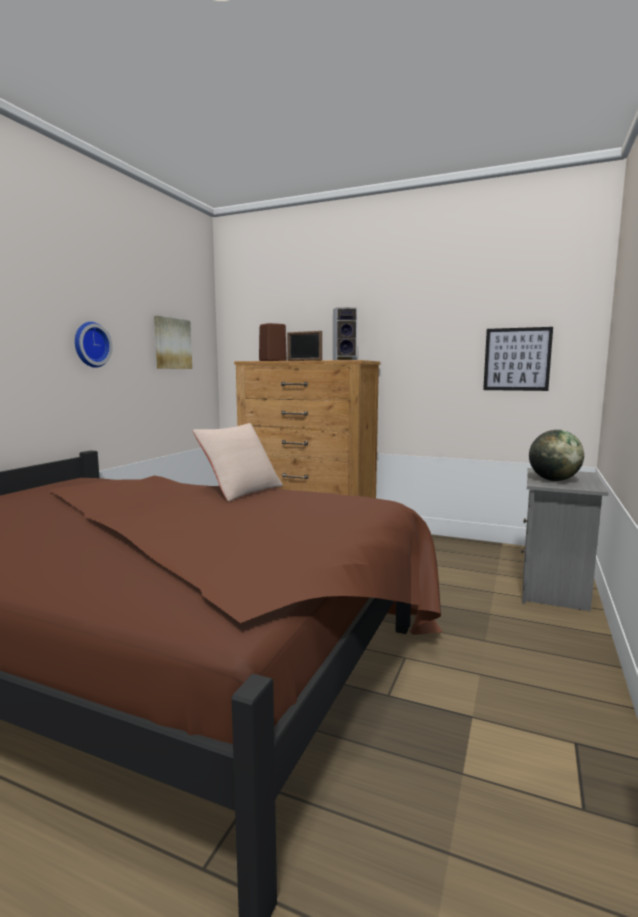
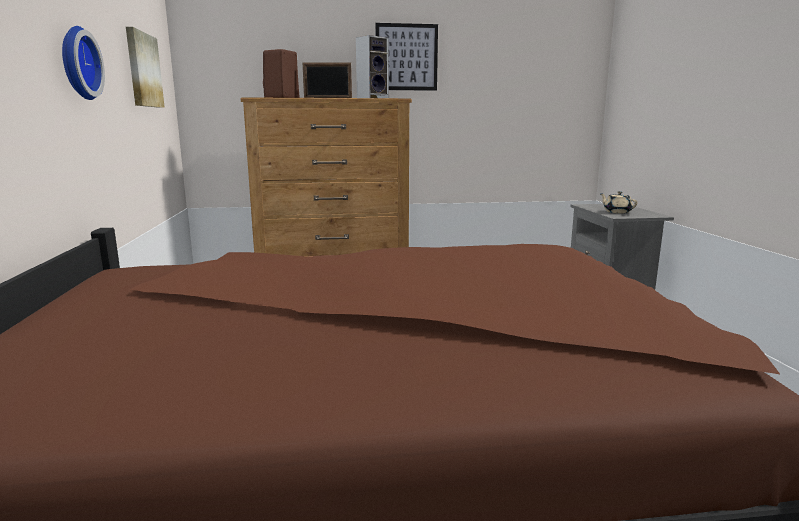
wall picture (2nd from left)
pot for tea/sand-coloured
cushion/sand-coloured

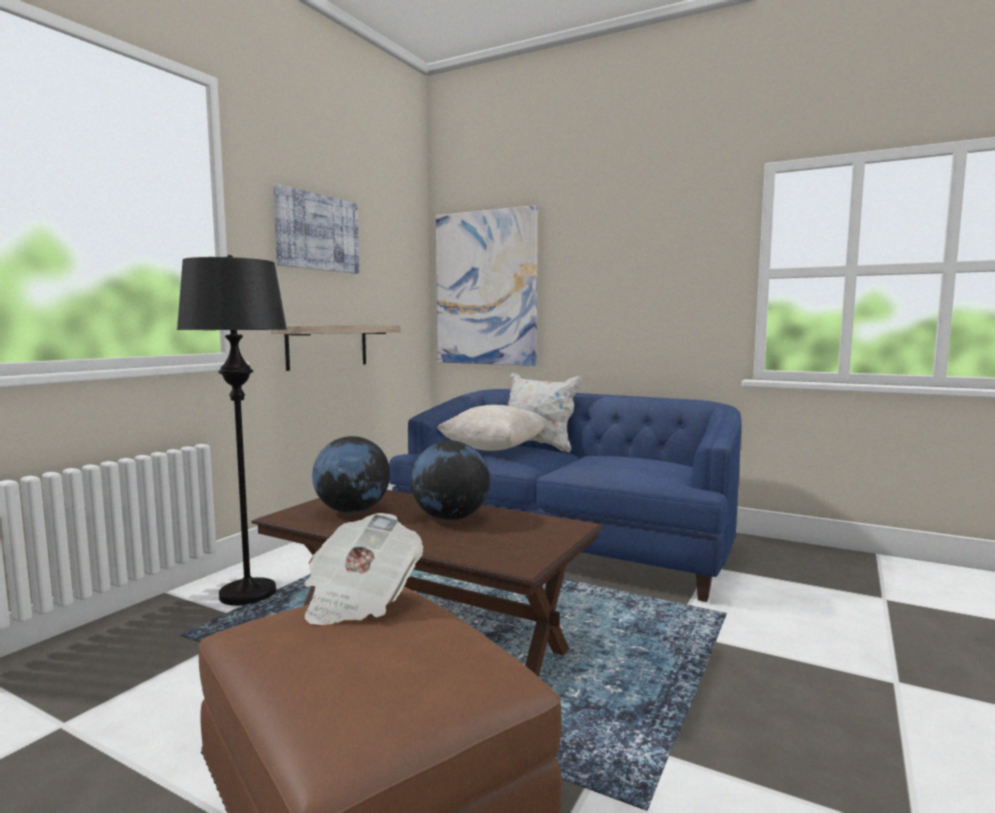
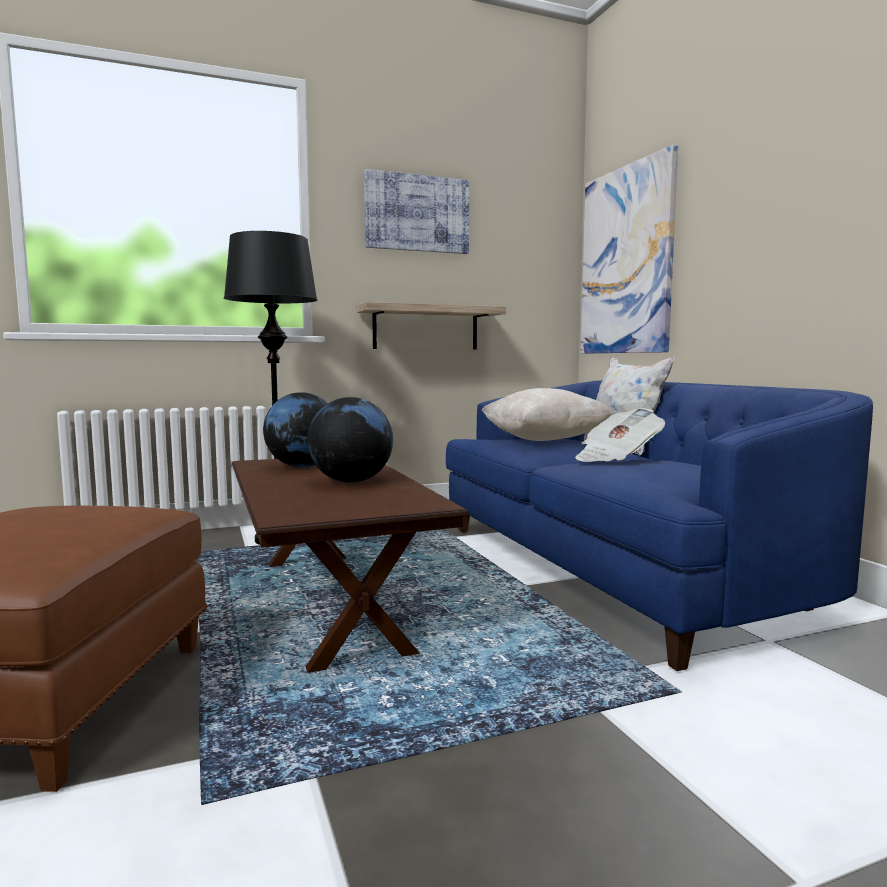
printed paper

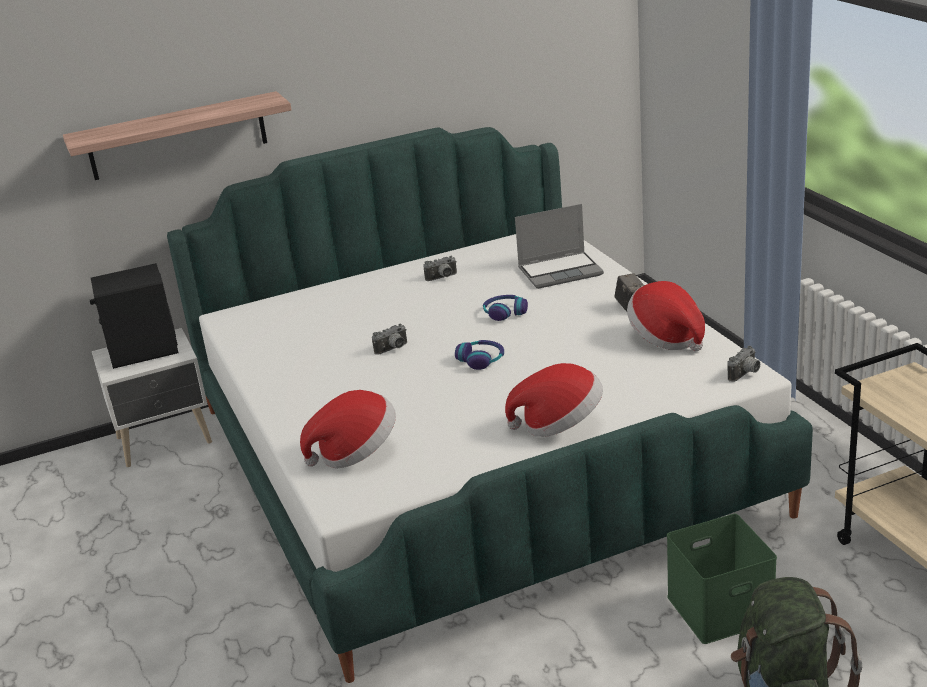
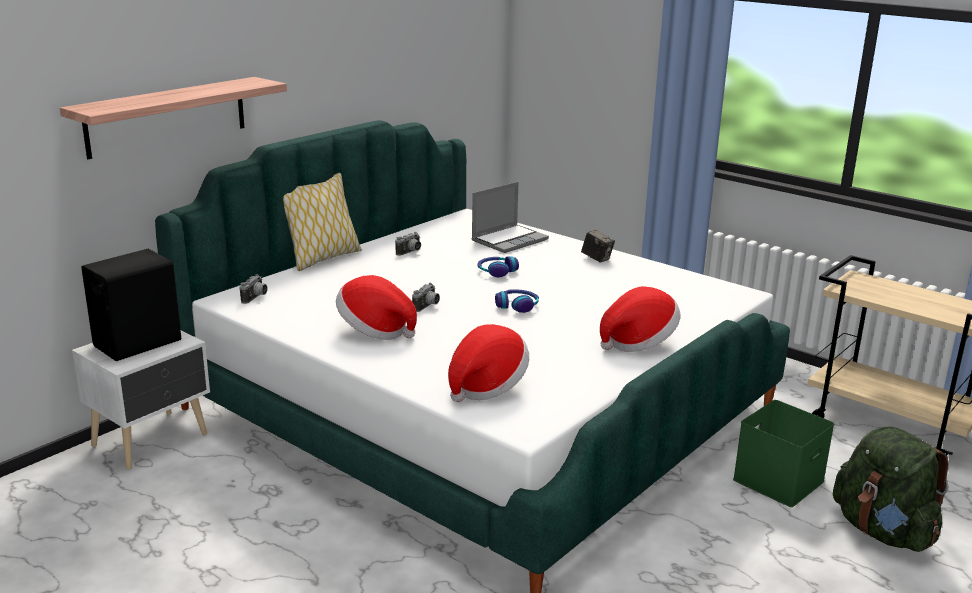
photo camera (1st from left)
cushion
hat (1st from left)

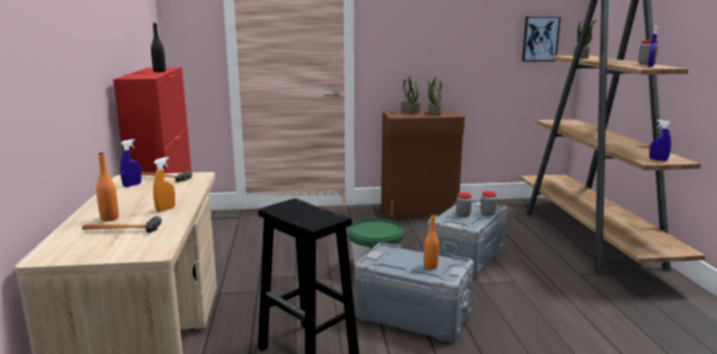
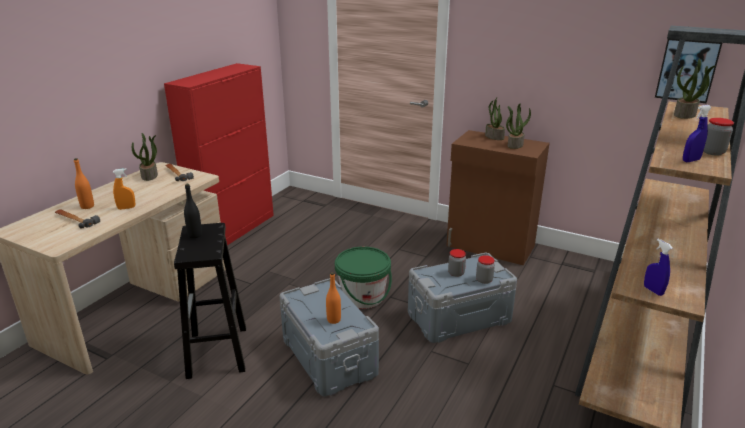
potted plant (1st from left)
bottle/black-coloured

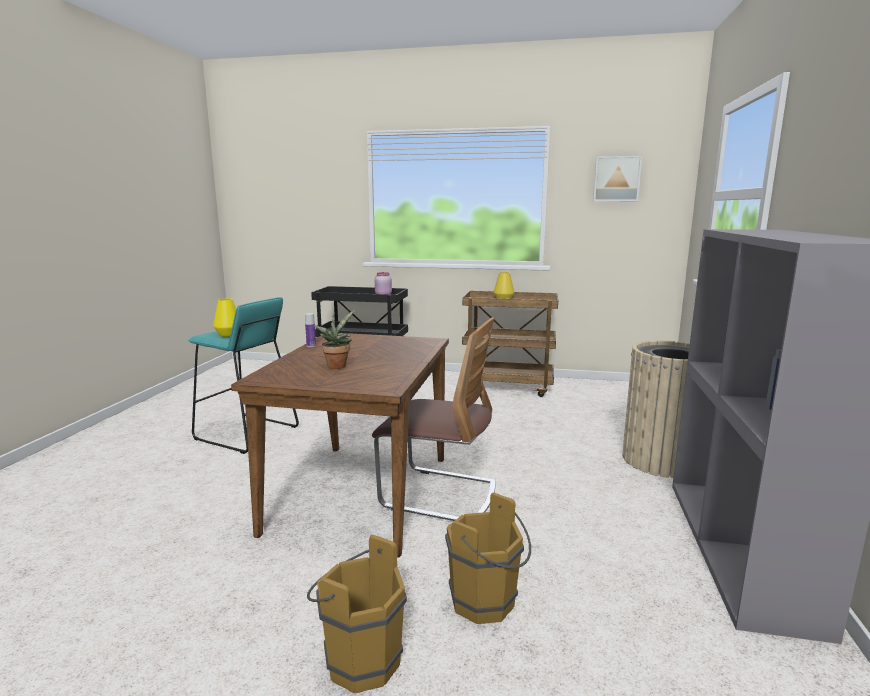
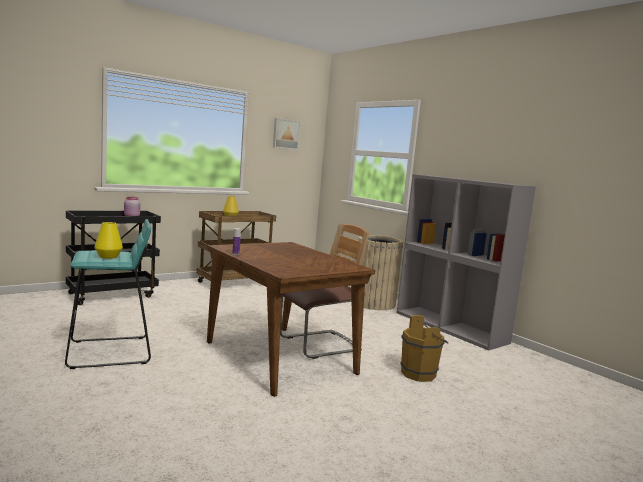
pail/brown-coloured (1st from left in the first image)
potted plant

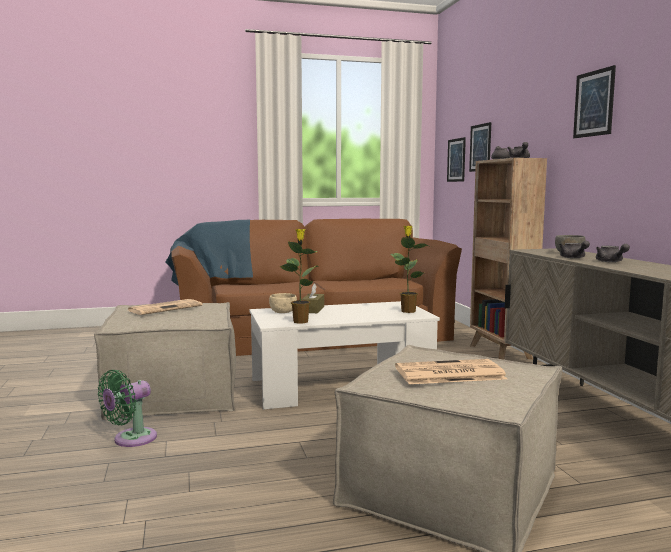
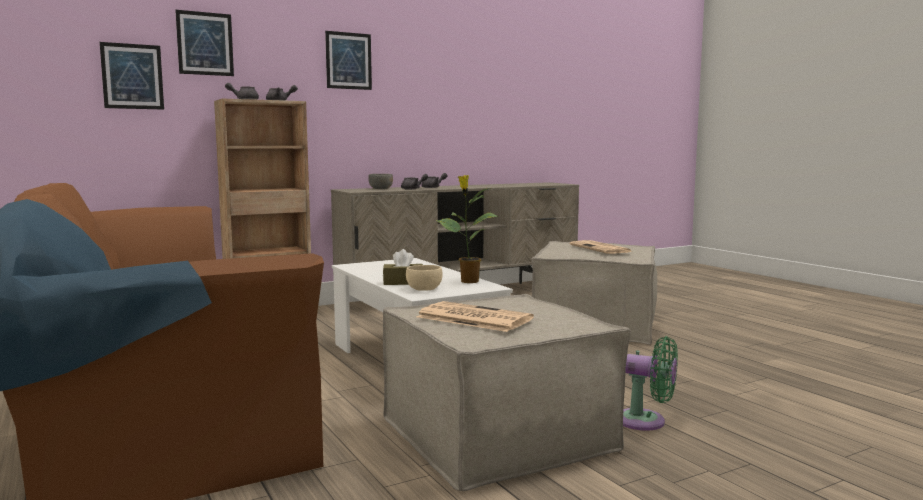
wall picture (2nd from left)
potted plant (2nd from left in the first image)

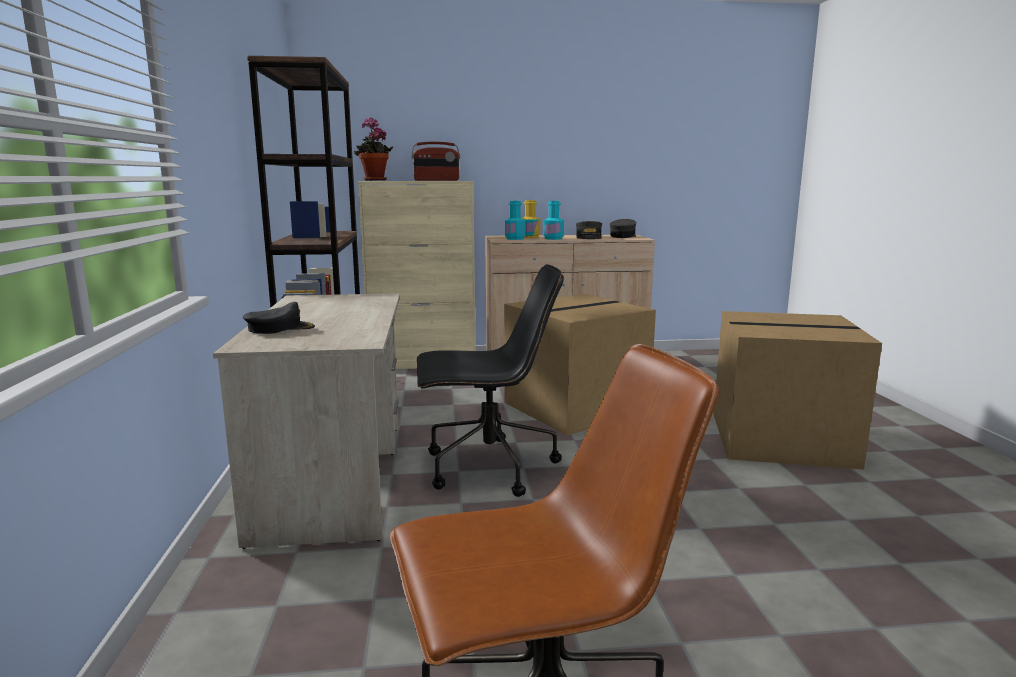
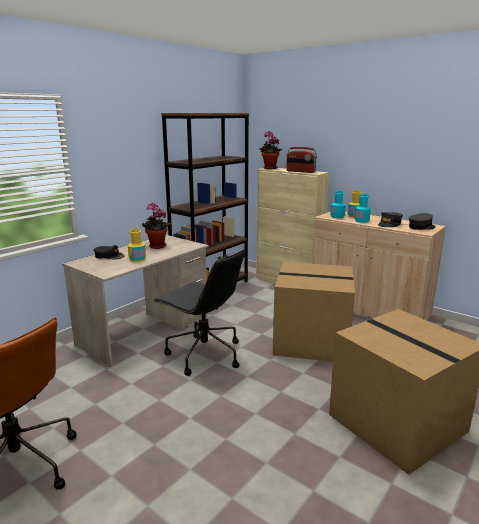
bottle/yellow-coloured (1st from left)
potted plant (1st from left)

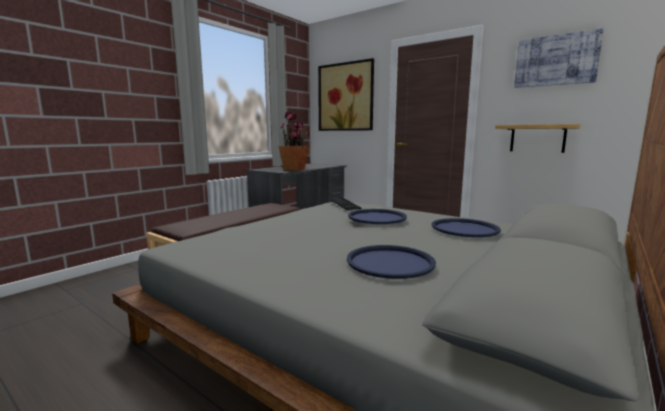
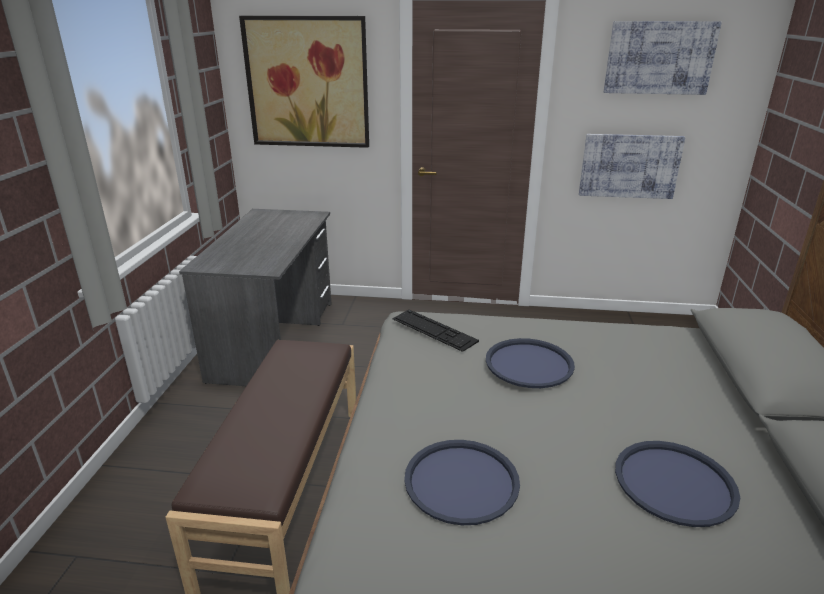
tray/blue (1st from left)
wall picture (2nd from left)
potted plant

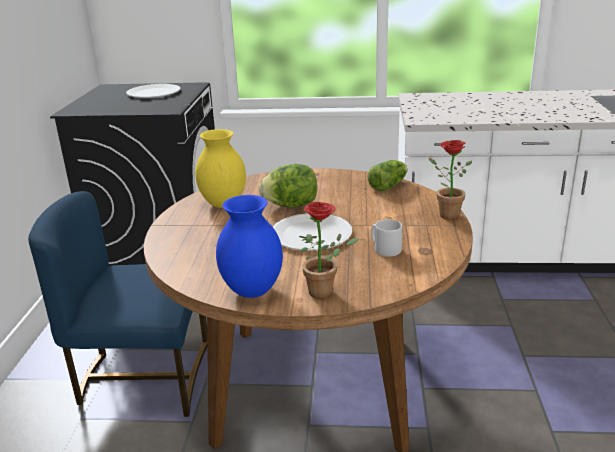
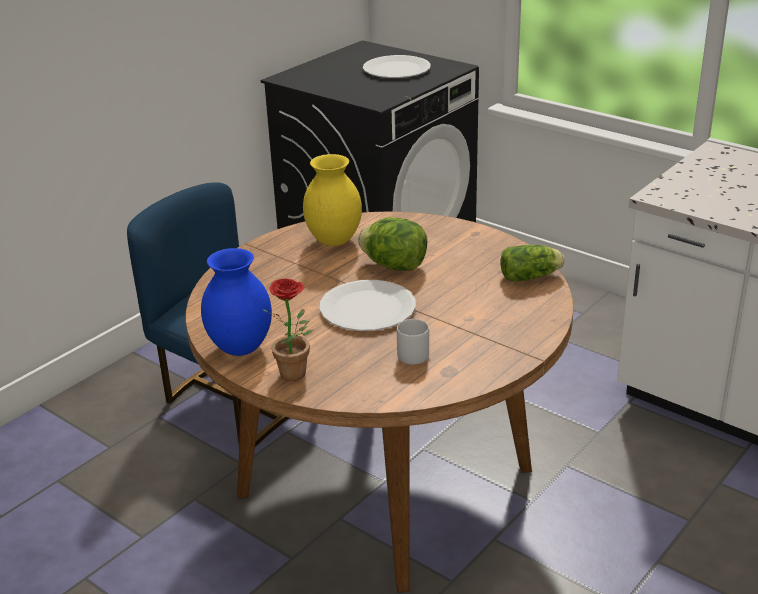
potted plant (2nd from left in the first image)

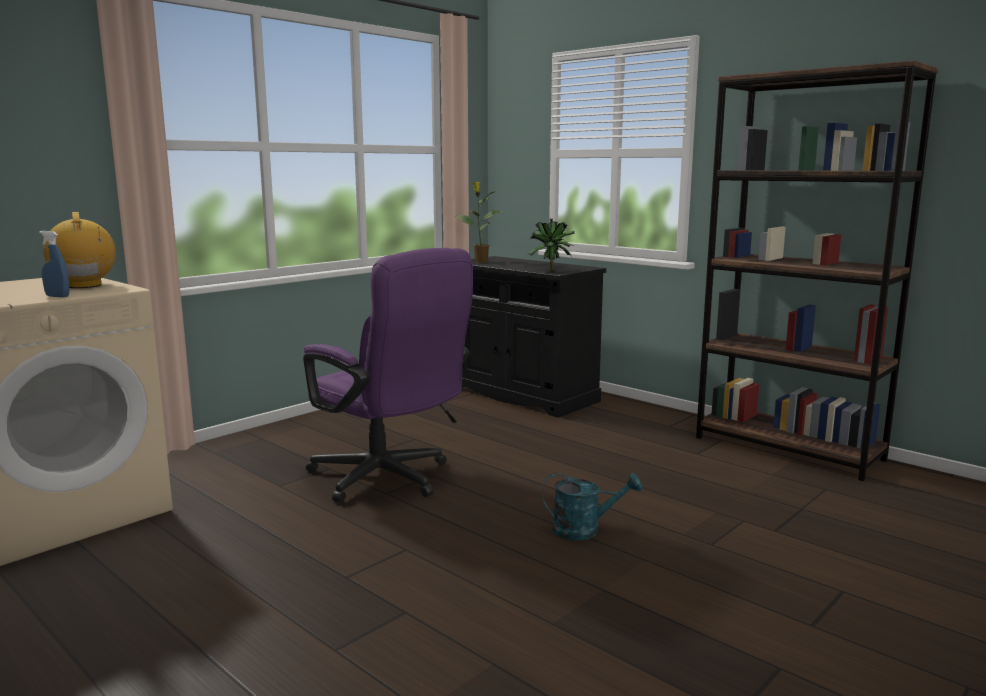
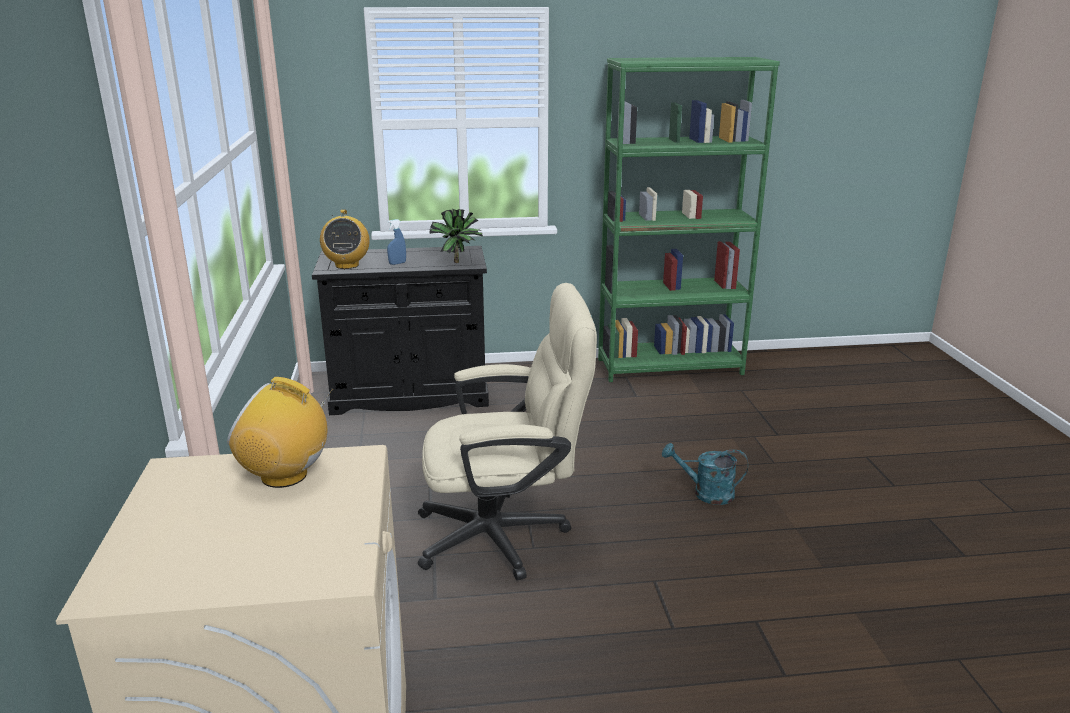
radio receiver (2nd from left)
sprayer/blue
desk chair/sand-coloured
shelving unit/green-coloured
sprinkling can/turquoise

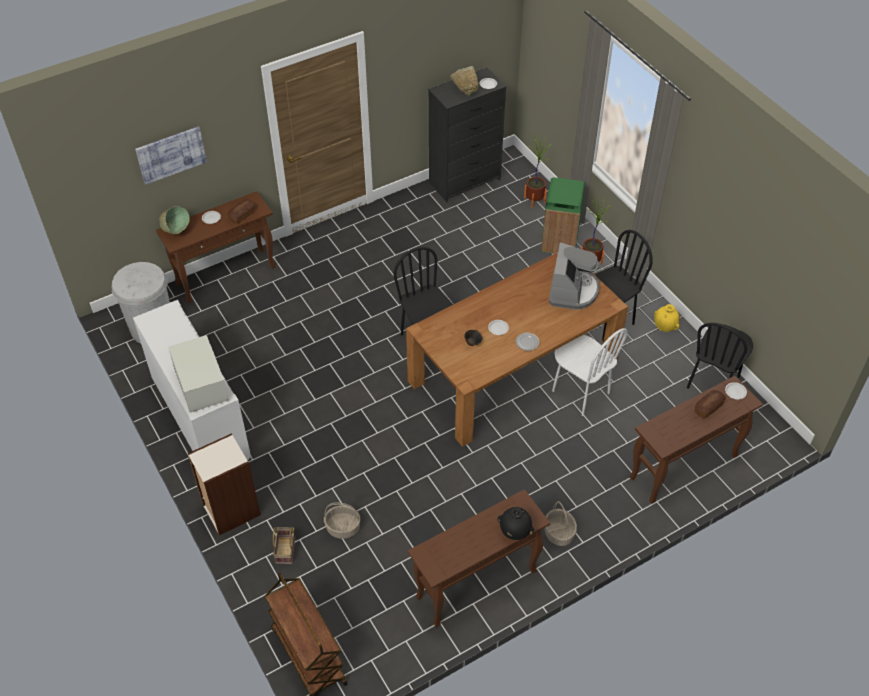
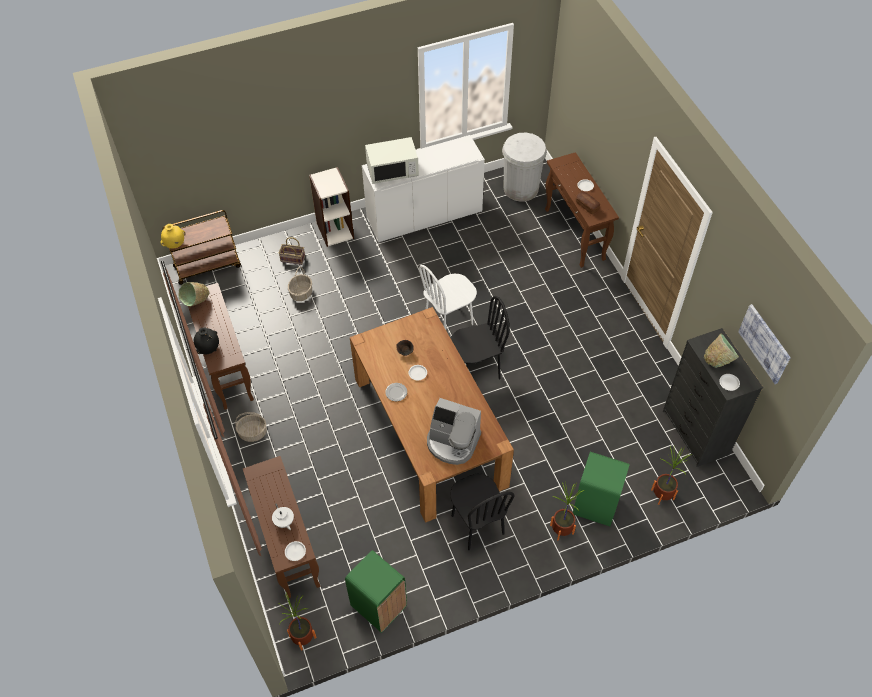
decorative vase/yellow-coloured
serving bowl/green-coloured (1st from left)
pot for tea/white-coloured
potted plant (1st from left)
trash can/green-coloured (1st from left)
plain chair/white-coloured
wall picture

